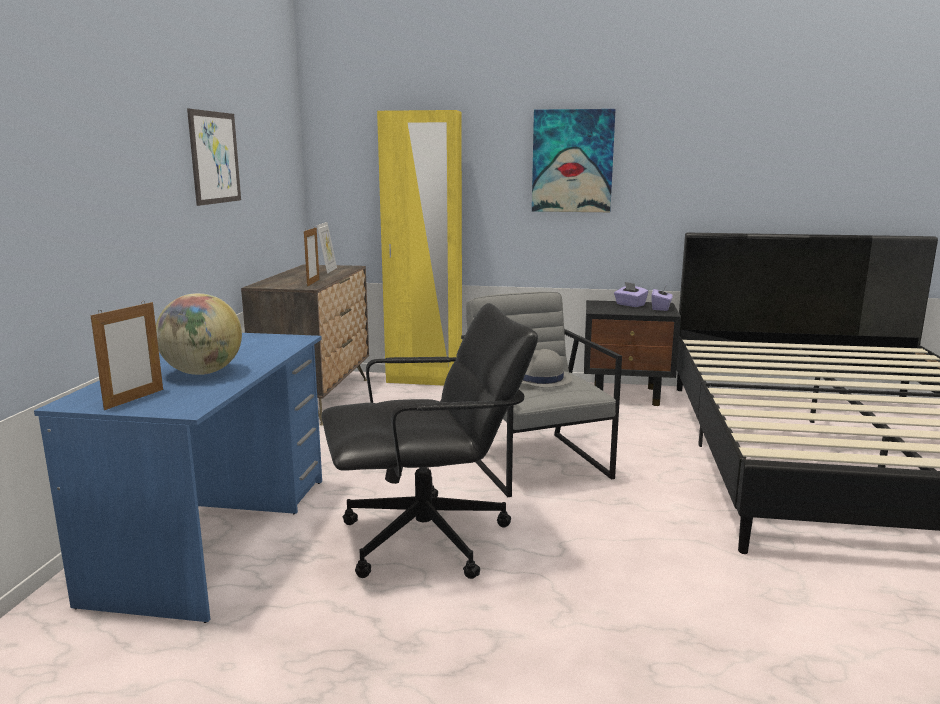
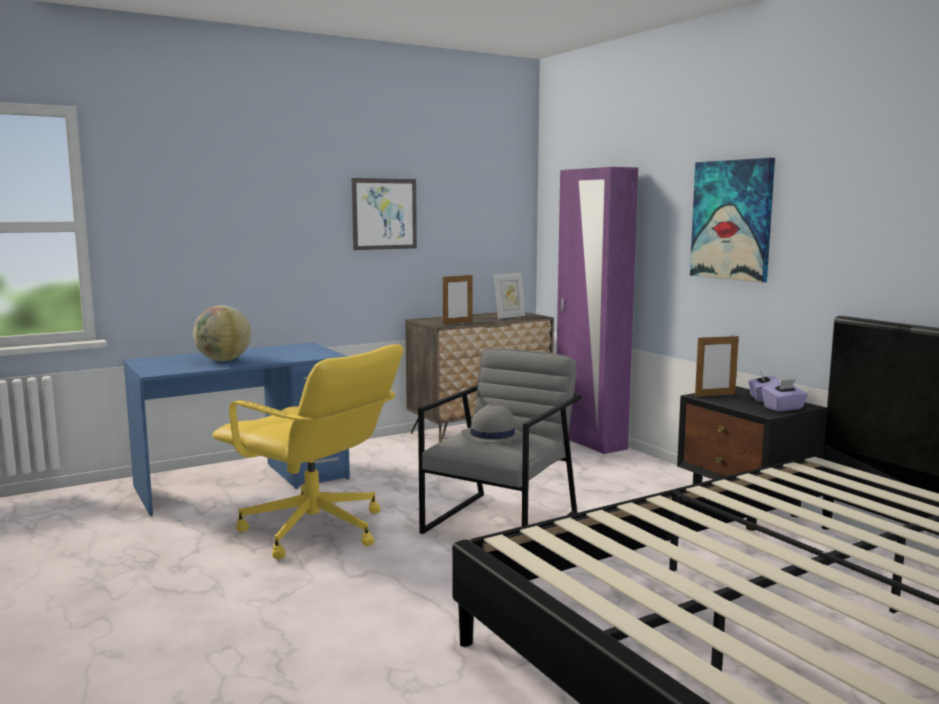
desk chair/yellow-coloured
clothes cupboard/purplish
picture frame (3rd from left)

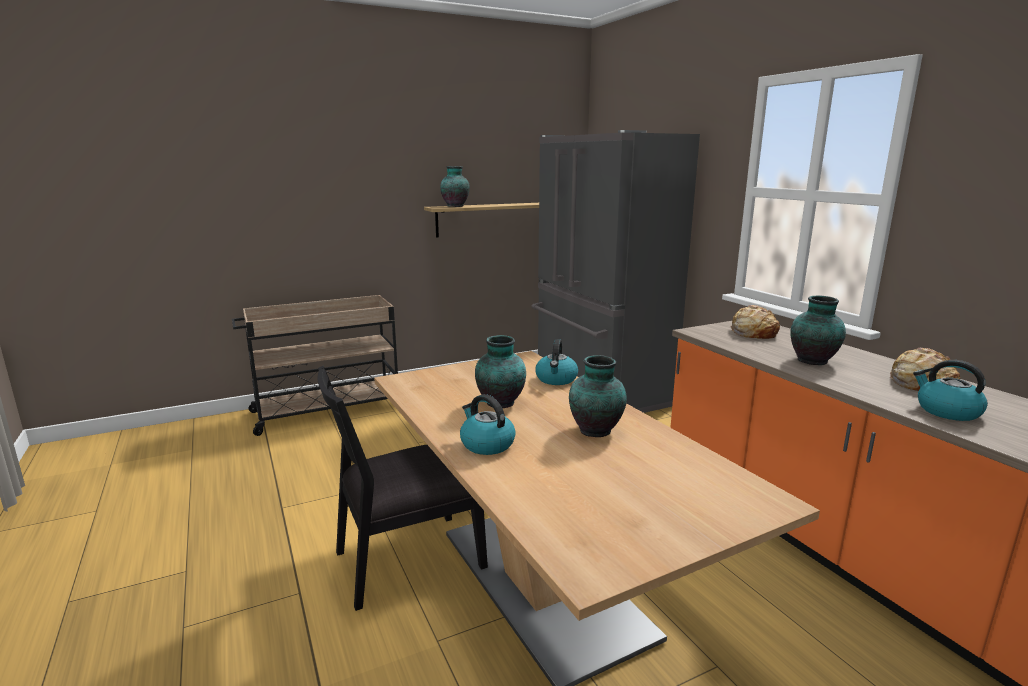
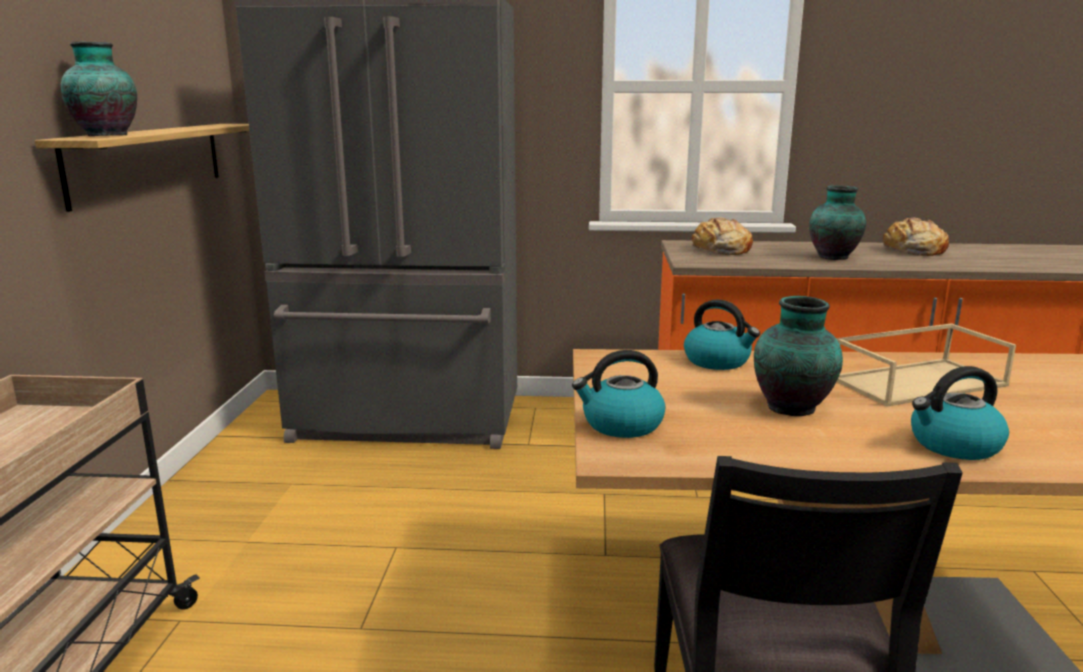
water kettle (1st from left)
tray/sand-coloured

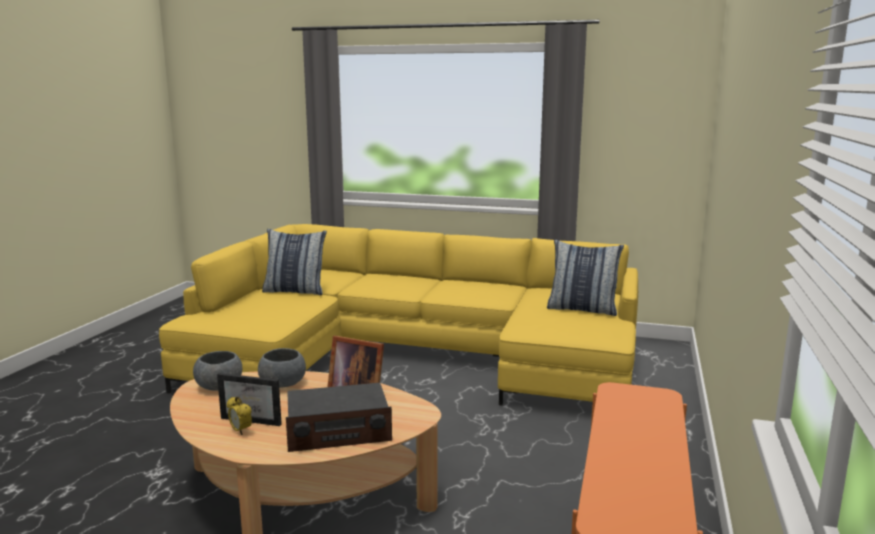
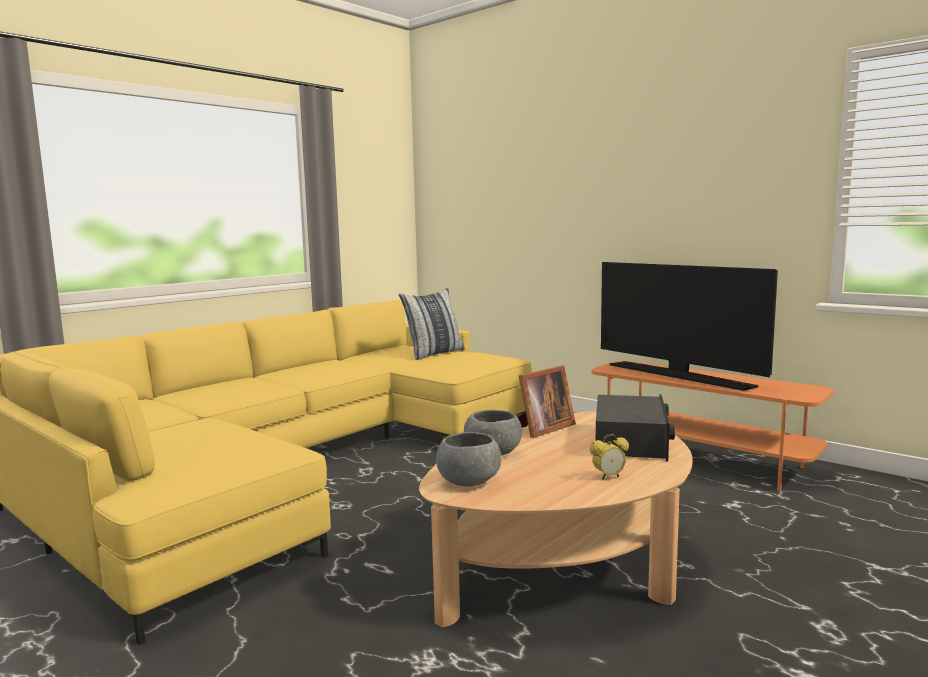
TV set
picture frame (1st from left in the first image)
cushion (1st from left in the first image)

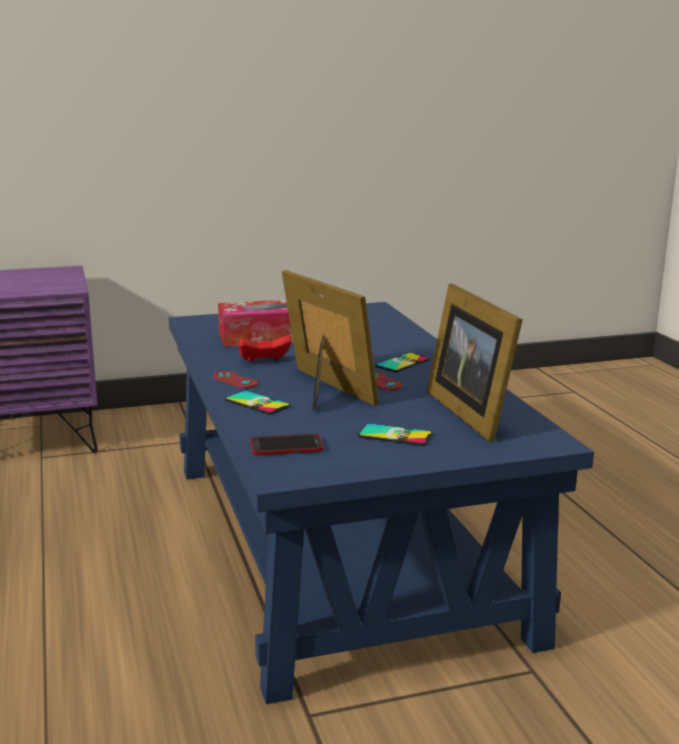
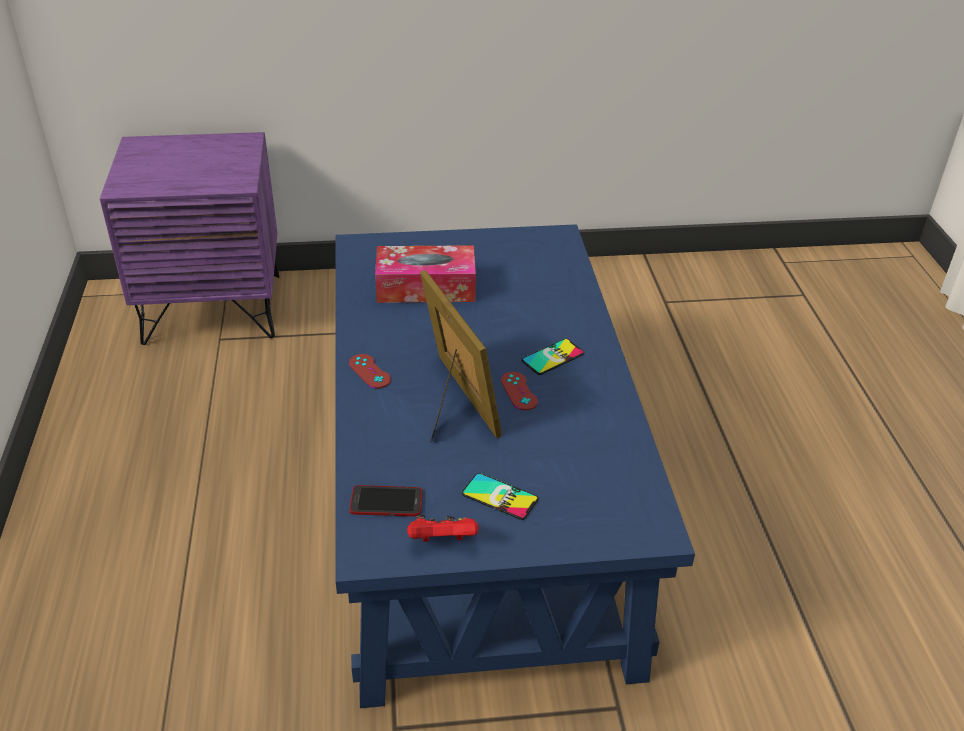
gamepad/red-coloured (2nd from left)
handset (1st from left in the first image)
picture frame (2nd from left in the first image)

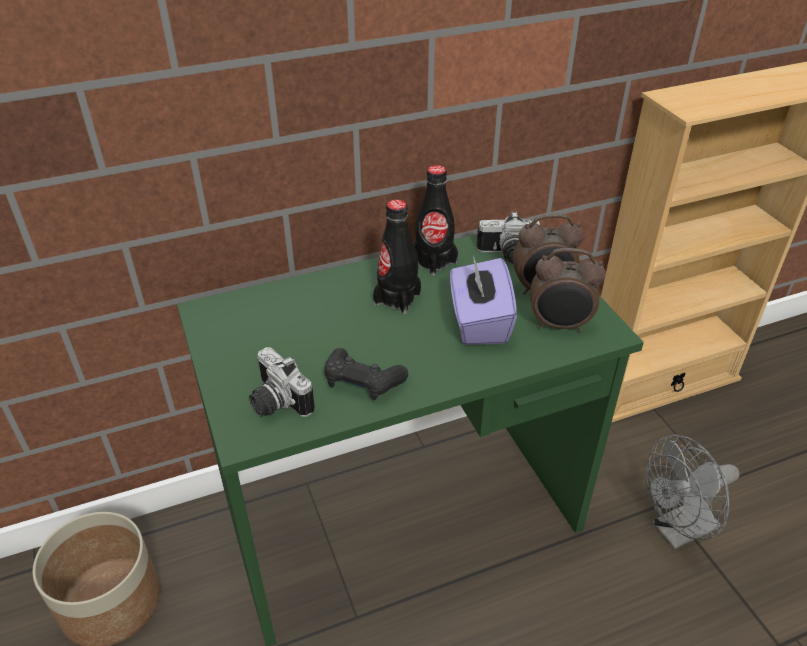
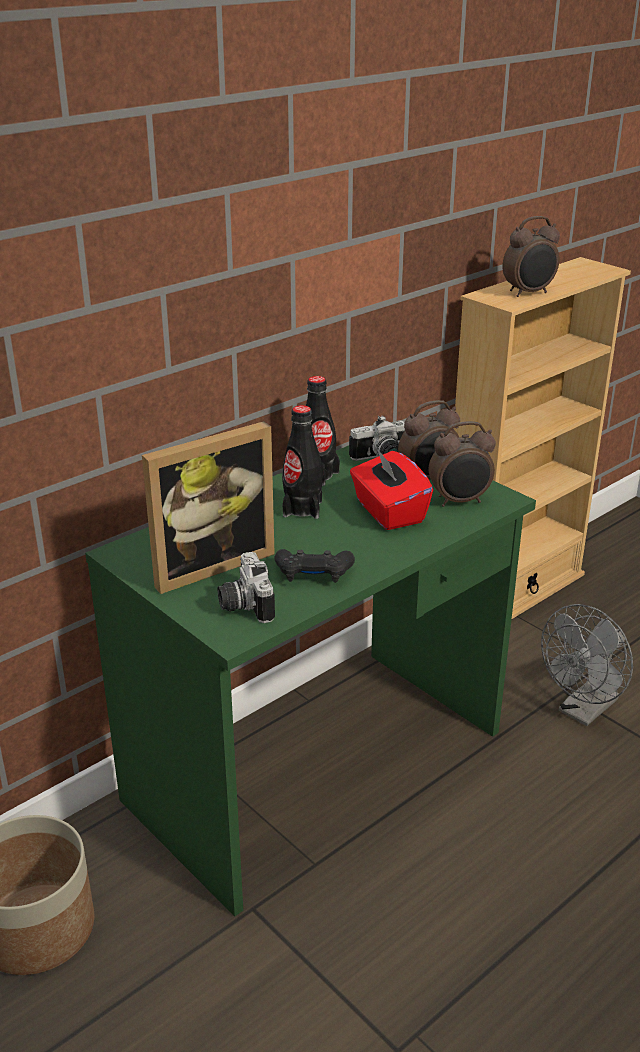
picture frame
photo camera (1st from left)
tissue holder/red-coloured
table clock (3rd from left)

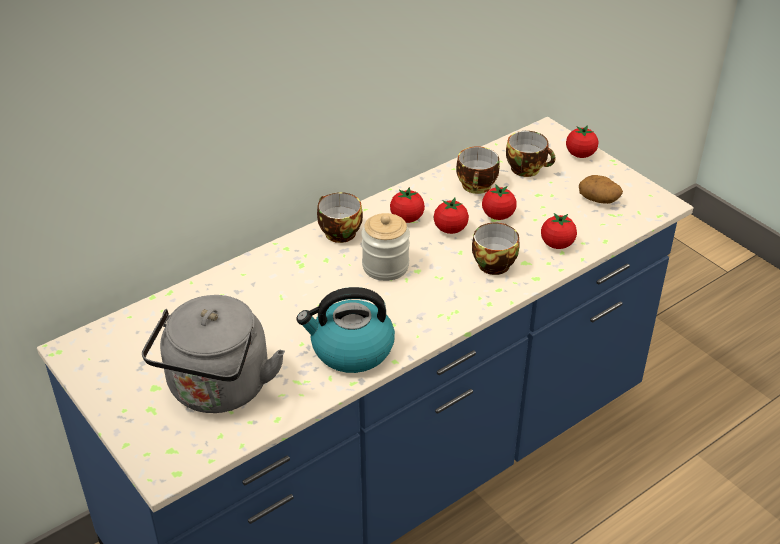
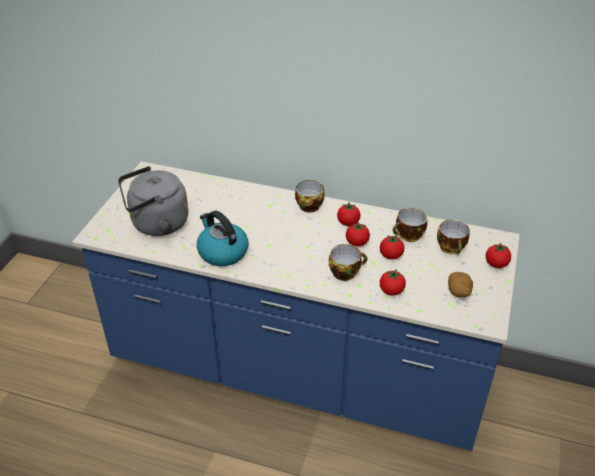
storage jar

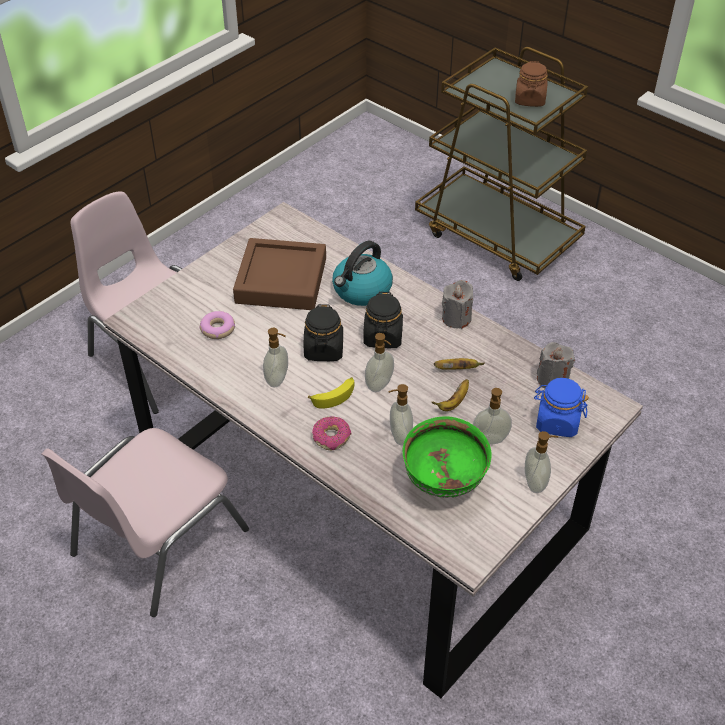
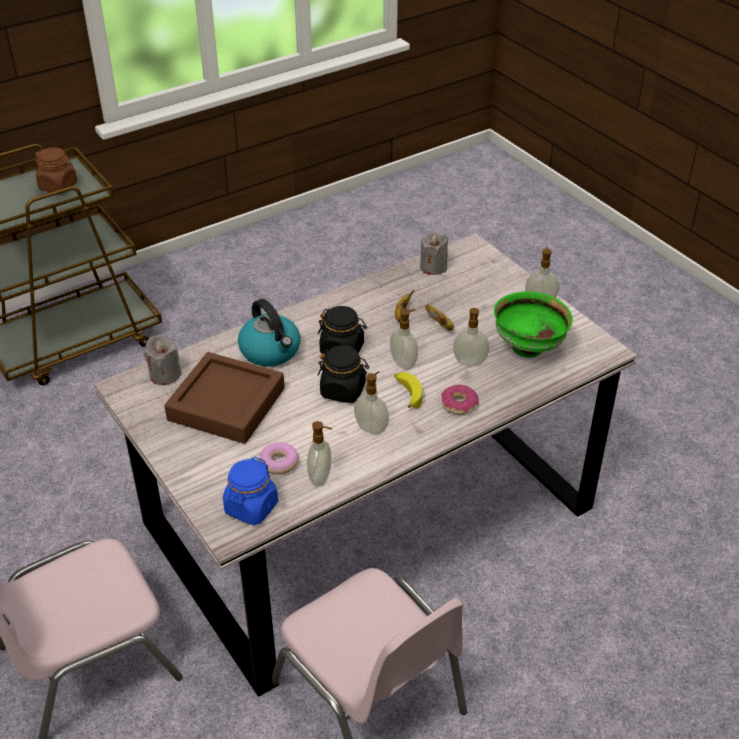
wax light/grey (1st from left)
storage jar/blue
soap bottle (1st from left)

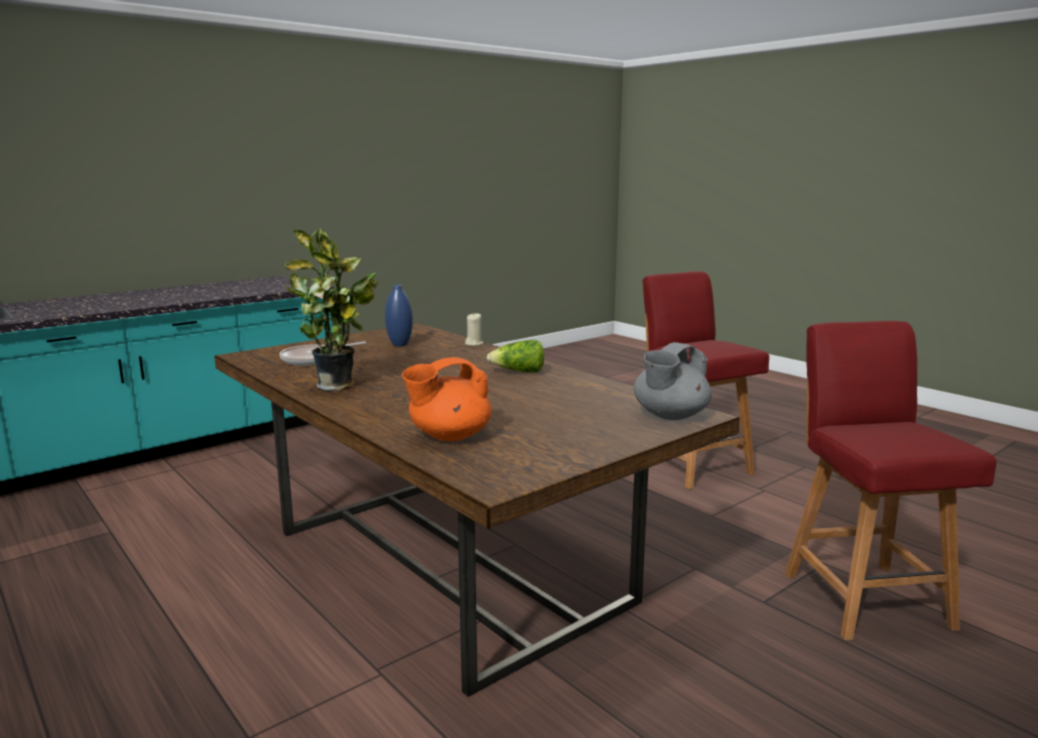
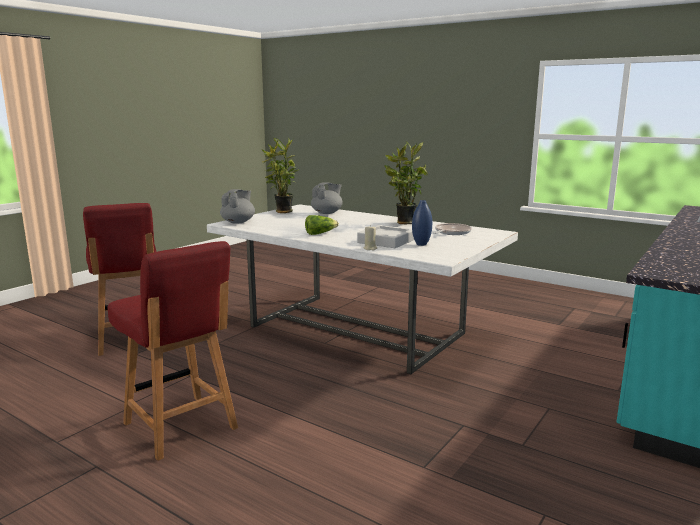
dining table/white-coloured
potted plant (1st from left)
pot for tea/grey (2nd from left)
tray/grey

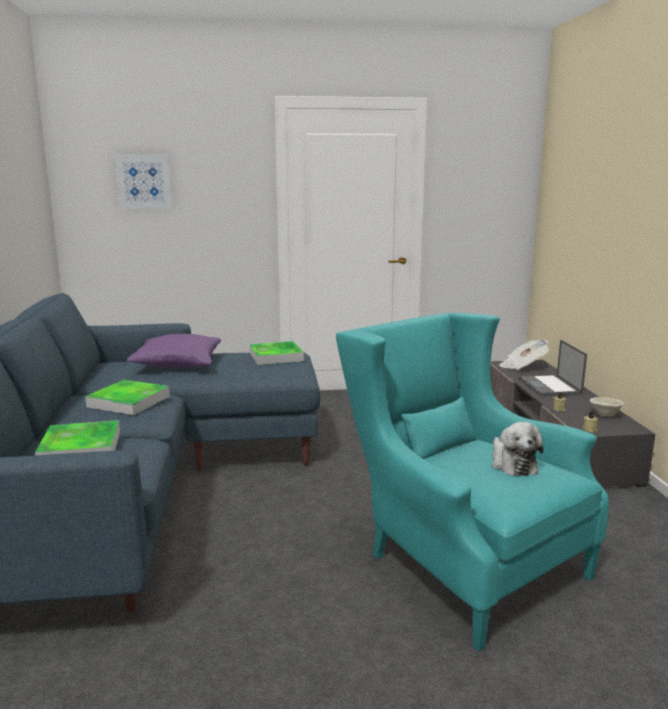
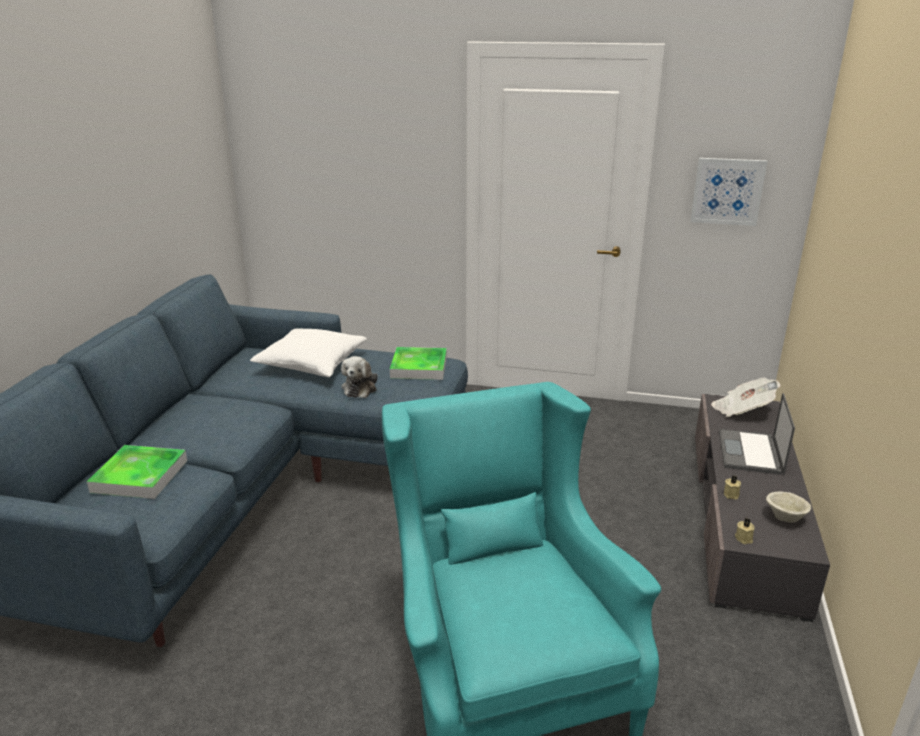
cushion/white-coloured
soft toy
wall picture
tray (2nd from left in the first image)

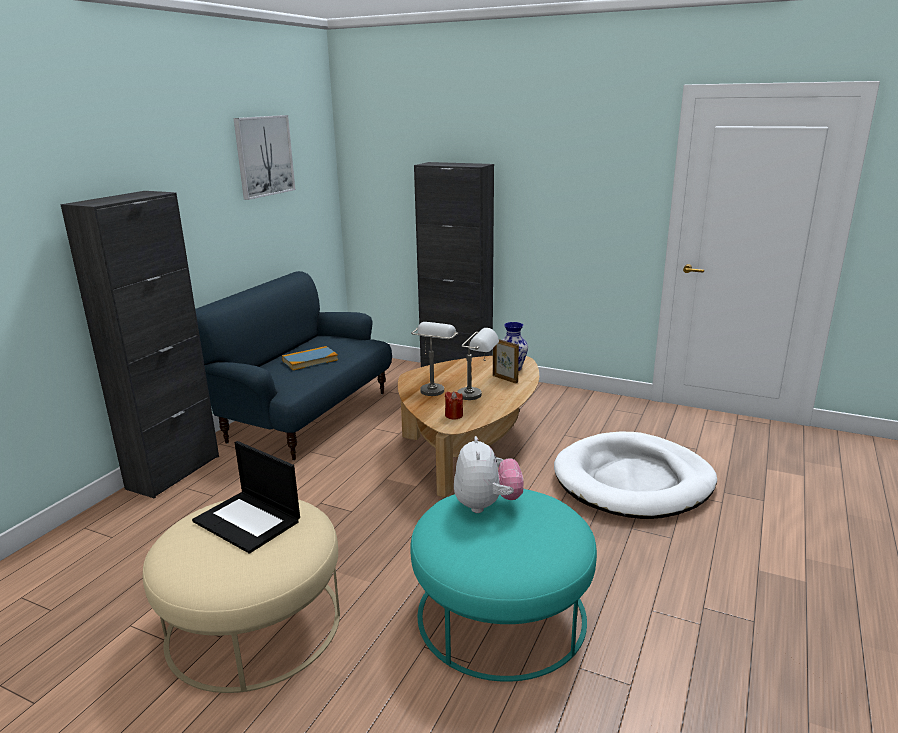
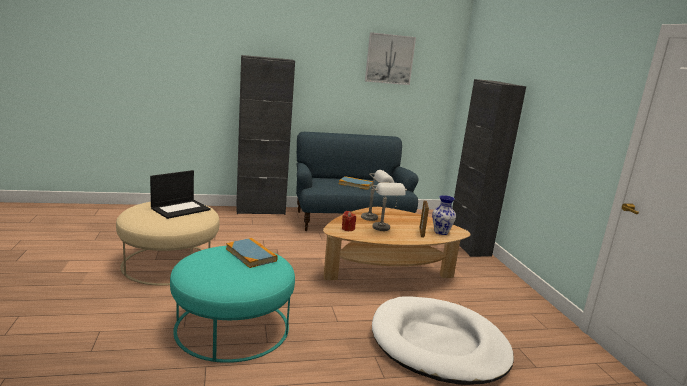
laptop
bound book (1st from left)

